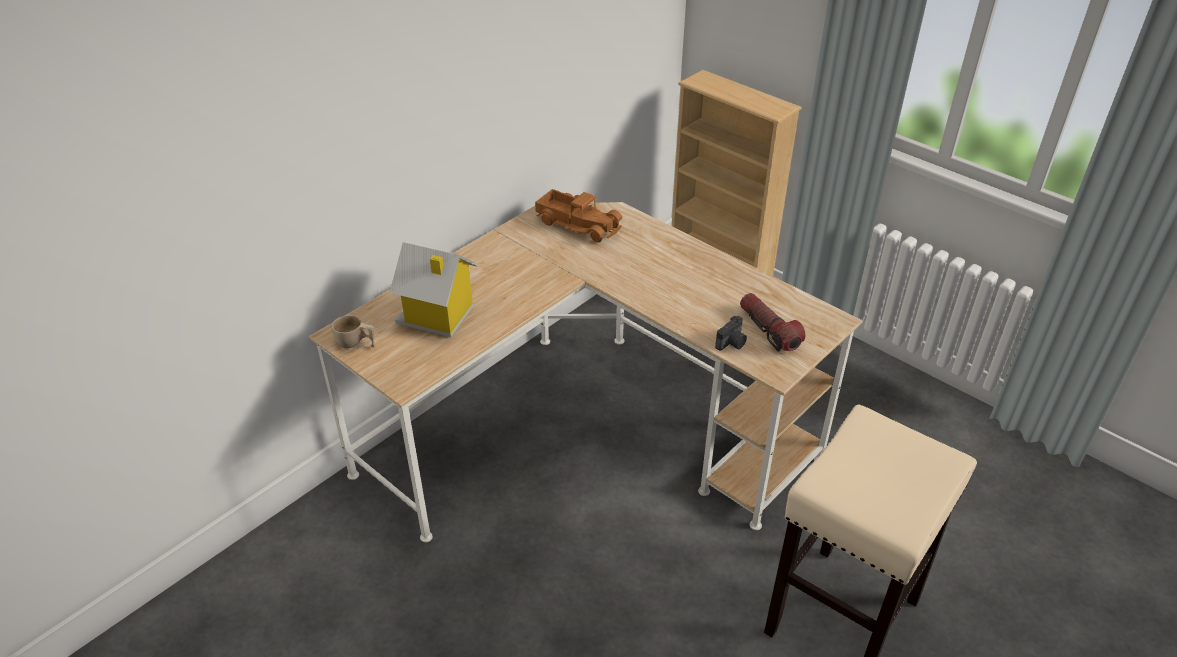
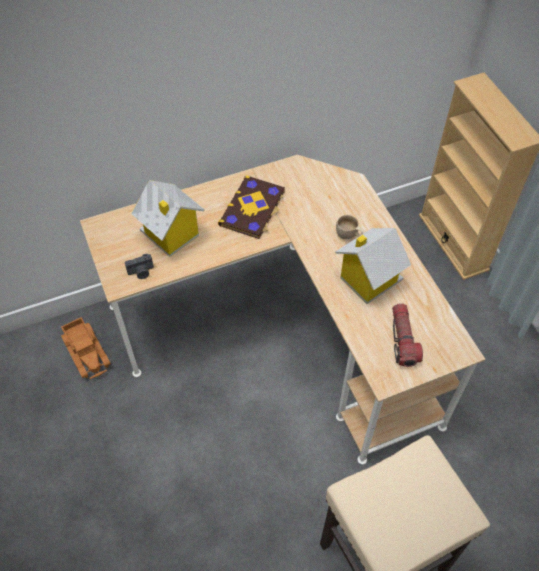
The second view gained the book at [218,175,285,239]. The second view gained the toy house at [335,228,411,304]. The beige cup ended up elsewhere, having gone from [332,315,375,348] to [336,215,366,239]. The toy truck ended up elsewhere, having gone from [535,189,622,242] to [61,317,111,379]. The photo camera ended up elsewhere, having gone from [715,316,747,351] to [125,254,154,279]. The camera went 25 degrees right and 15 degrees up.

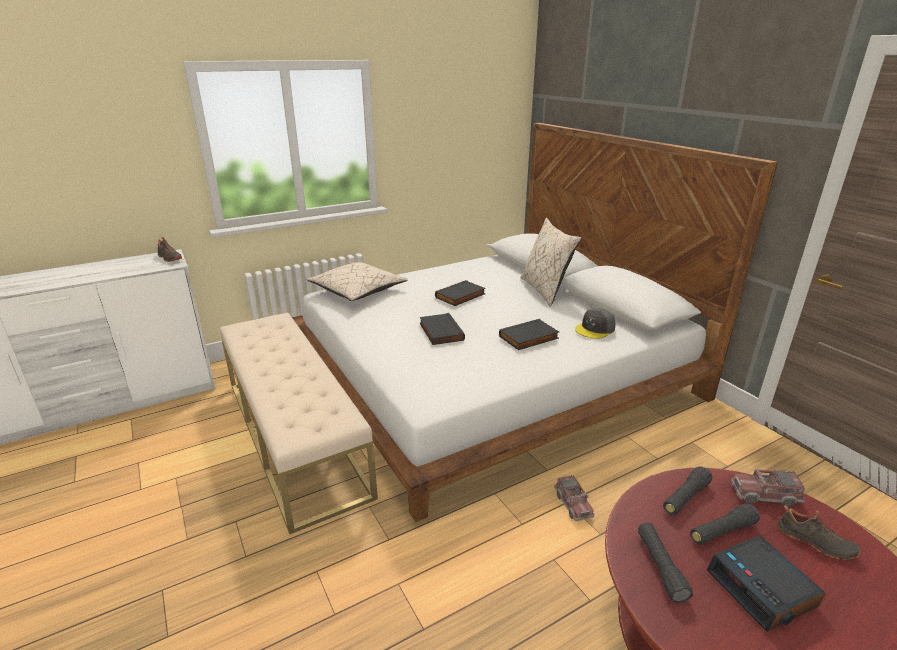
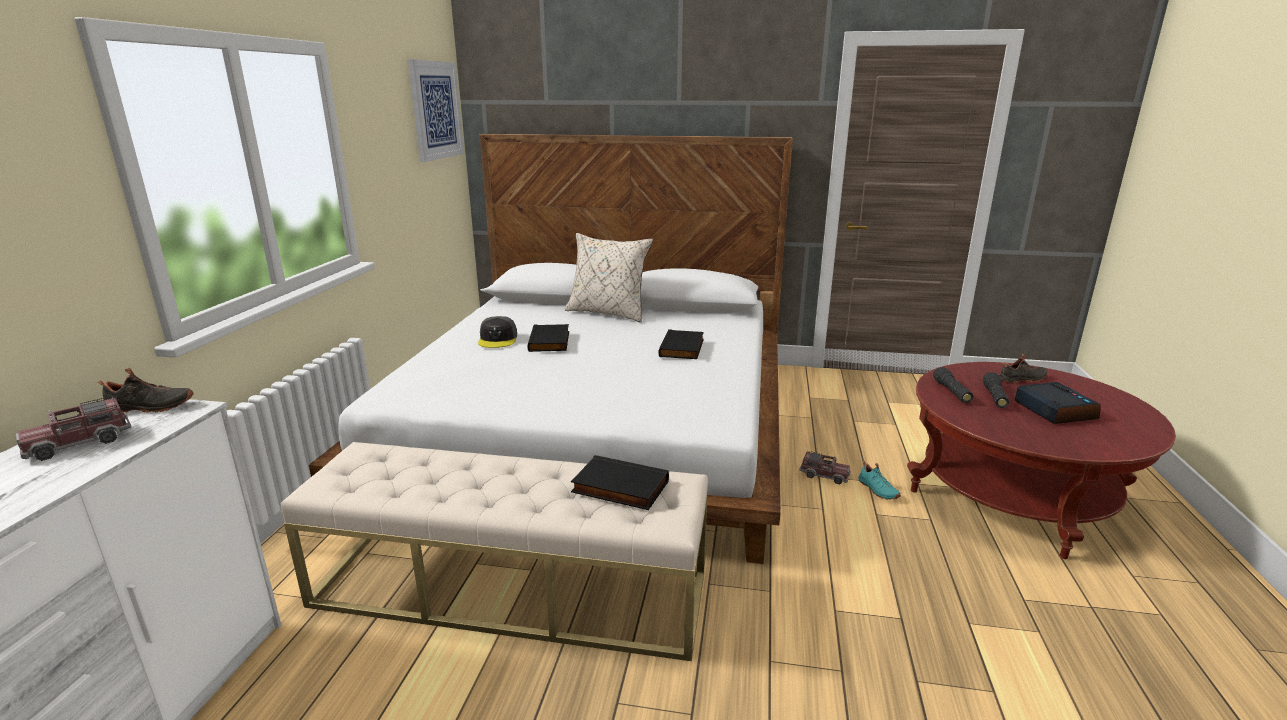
The second view lost the beige pillow at [306,262,408,301]. The second view lost the black flashlight at [638,522,693,603]. The second view gained the picture at [408,59,464,162]. The second view gained the turquoise shoe at [858,461,901,500]. The black book ended up elsewhere, having gone from [420,313,465,345] to [571,455,669,510]. The grey cap ended up elsewhere, having gone from [575,308,616,339] to [478,316,517,348]. The toy truck ended up elsewhere, having gone from [731,469,805,507] to [16,396,132,461]. The alarm clock at [707,536,826,632] ended up facing another way, 120 degrees counterclockwise from before. The camera went 50 degrees left and 5 degrees down.

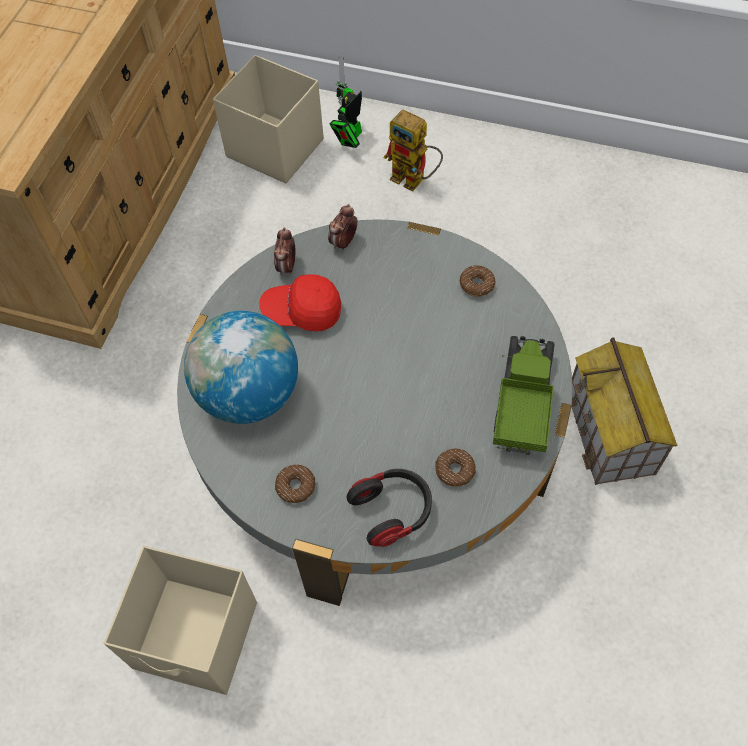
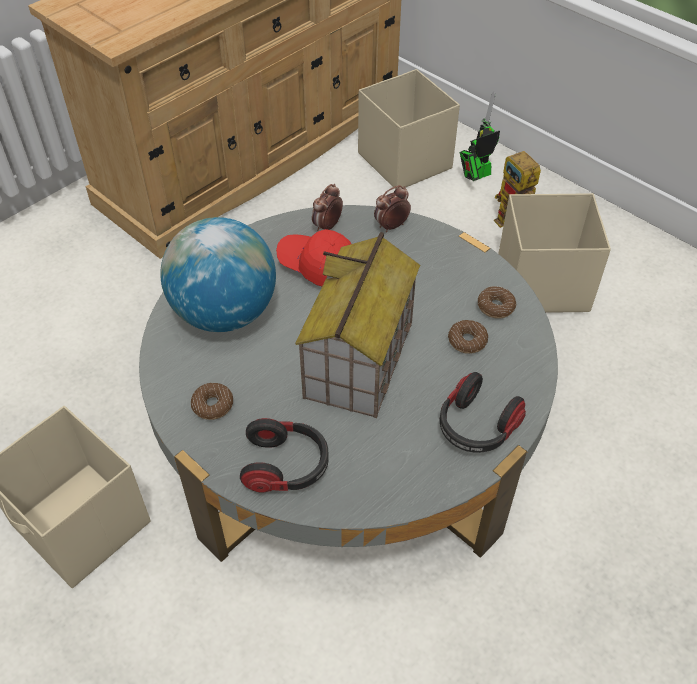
The second view gained the beige storage box at [498,193,611,313]. The donut ended up elsewhere, having gone from [435,449,476,487] to [448,320,488,354]. The toy house ended up elsewhere, having gone from [571,337,678,485] to [295,232,420,418]. Where the toy truck stood at [493,336,554,455], the headphones came to stand at [440,372,526,453]. The camera went 25 degrees right and 10 degrees down.

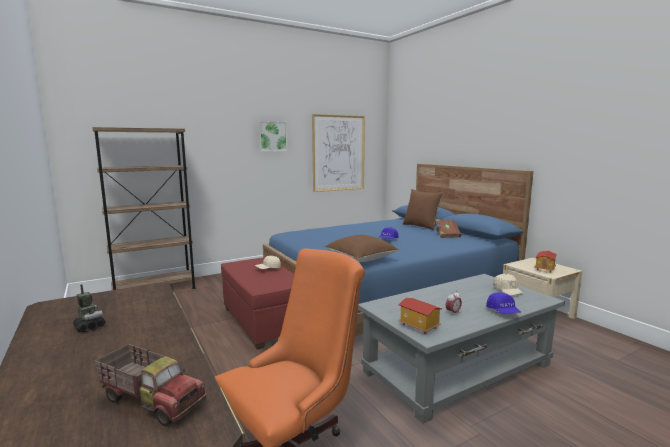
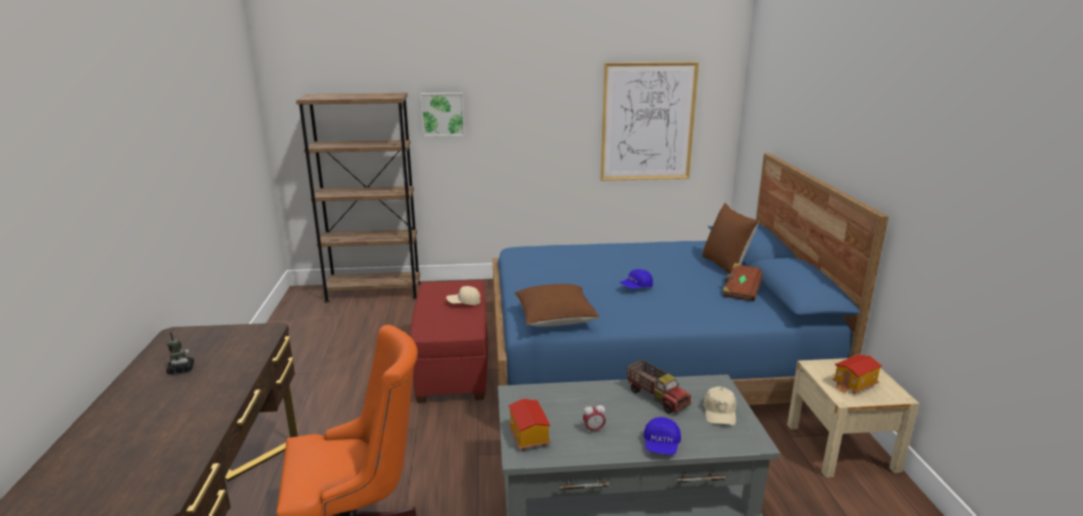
The toy truck ended up elsewhere, having gone from [95,344,206,426] to [627,360,691,414]. The picture ended up elsewhere, having gone from [258,121,287,151] to [420,93,465,136]. The camera went 25 degrees right and 10 degrees up.

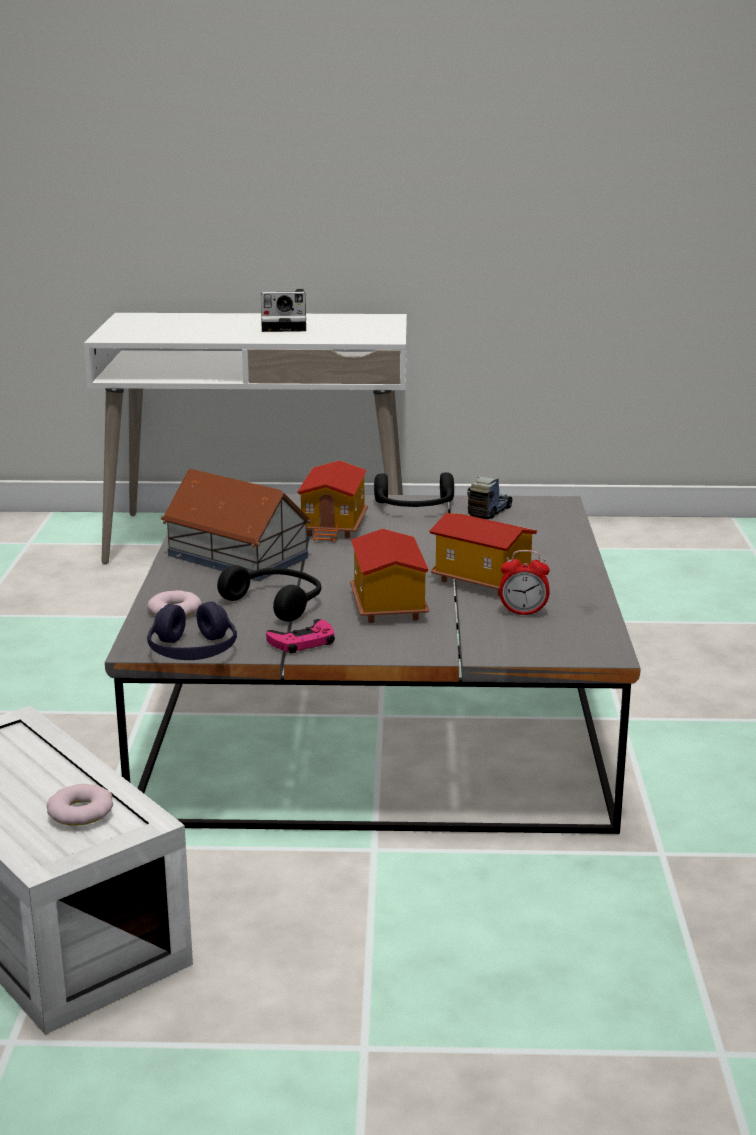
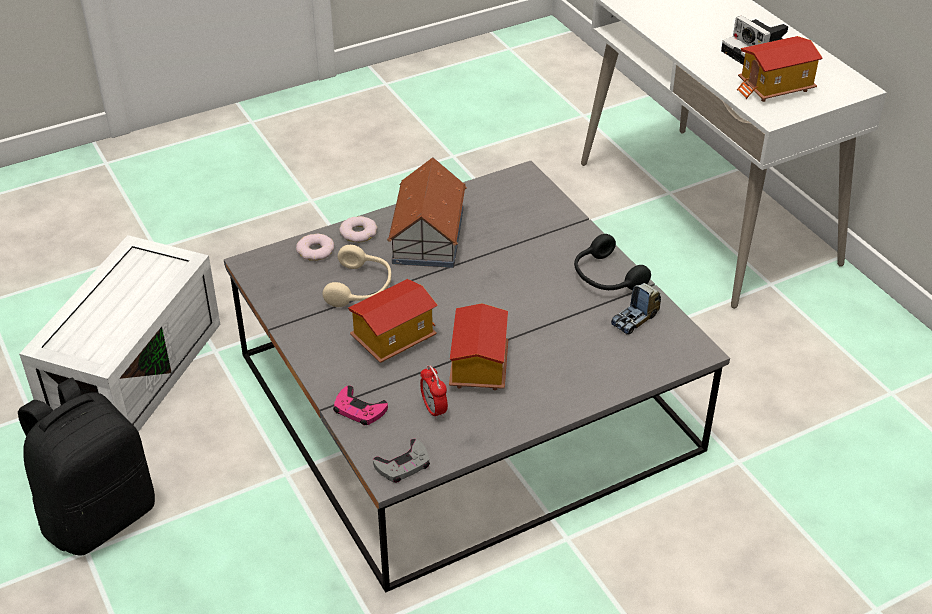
The second view lost the purple headphones at [147,601,237,660]. The second view gained the black backpack at [18,378,155,555]. The second view gained the grey game controller at [373,439,430,483]. The donut ended up elsewhere, having gone from [47,784,113,826] to [339,216,378,243]. The pink game controller ended up elsewhere, having gone from [266,619,335,653] to [333,385,388,425]. The toy house ended up elsewhere, having gone from [297,460,368,542] to [737,36,823,102]. What was the black headphones at [217,565,321,622] turned into the beige headphones at [323,245,391,307]. The toy truck at [468,475,512,519] ended up facing another way, 135 degrees clockwise from before. The camera went 60 degrees right and 20 degrees up.

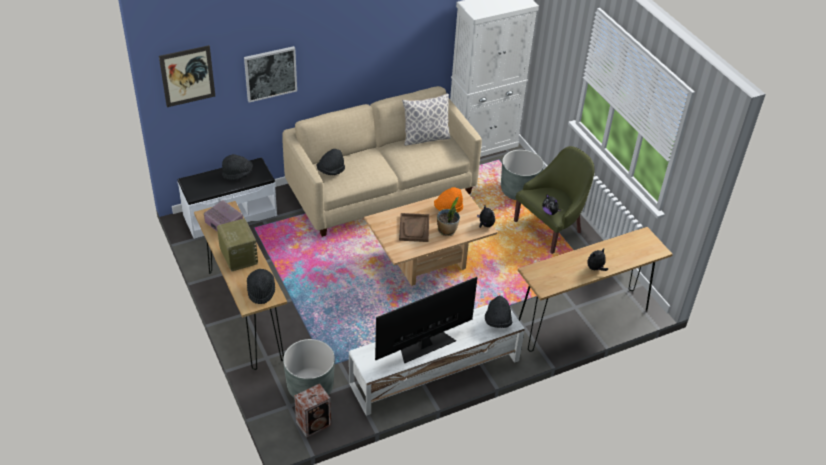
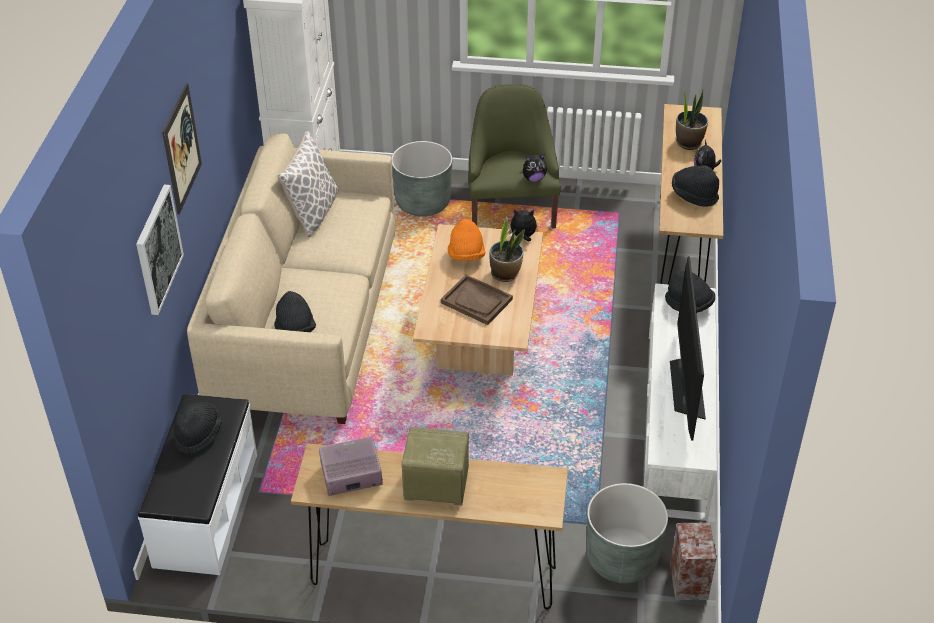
The second view gained the potted plant at [676,90,708,150]. The picture ended up elsewhere, having gone from [159,45,215,107] to [162,83,202,214]. The black hat ended up elsewhere, having gone from [247,269,275,304] to [672,165,719,207]. The camera went 55 degrees left and 0 degrees up.

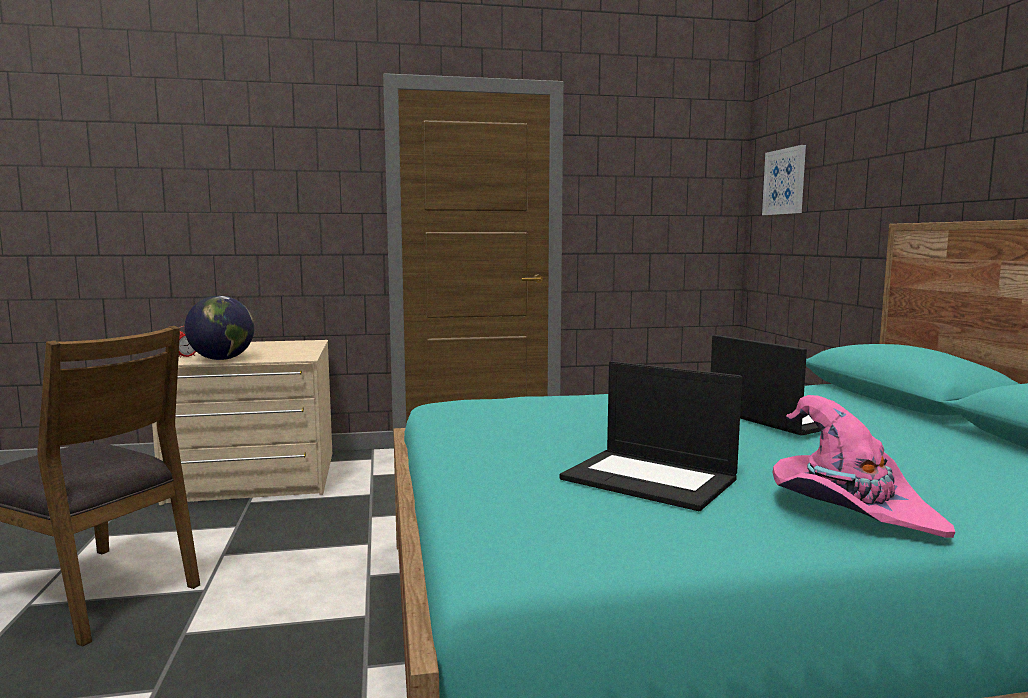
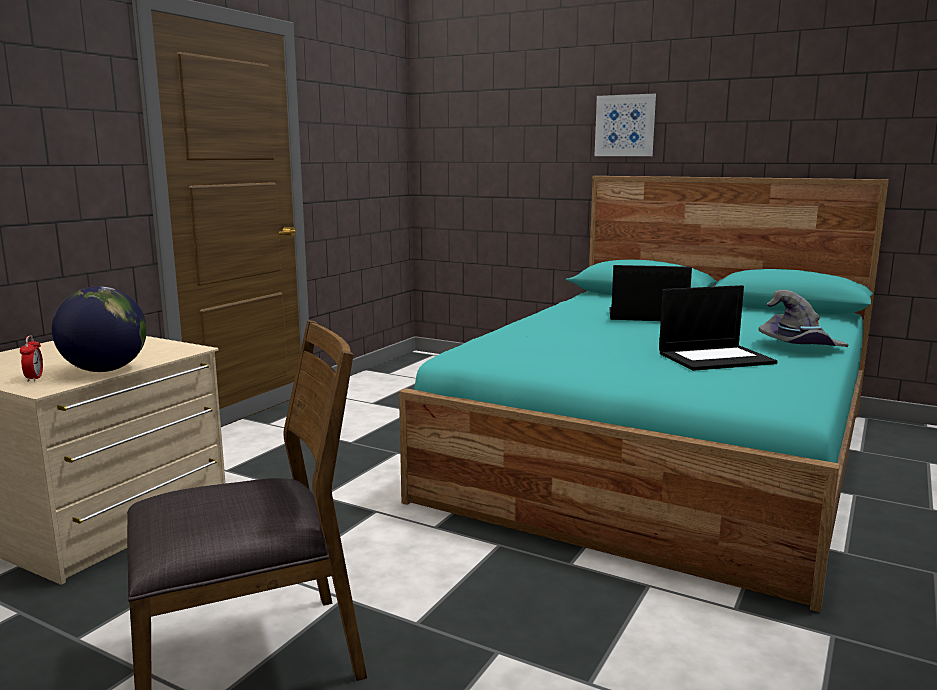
The picture ended up elsewhere, having gone from [762,145,806,215] to [595,94,656,156]. What was the pink hat at [773,395,955,538] turned into the grey hat at [758,290,849,347]. The camera went 50 degrees left and 5 degrees up.

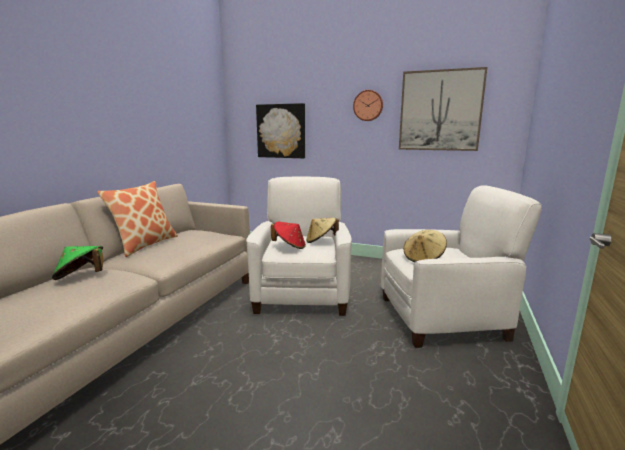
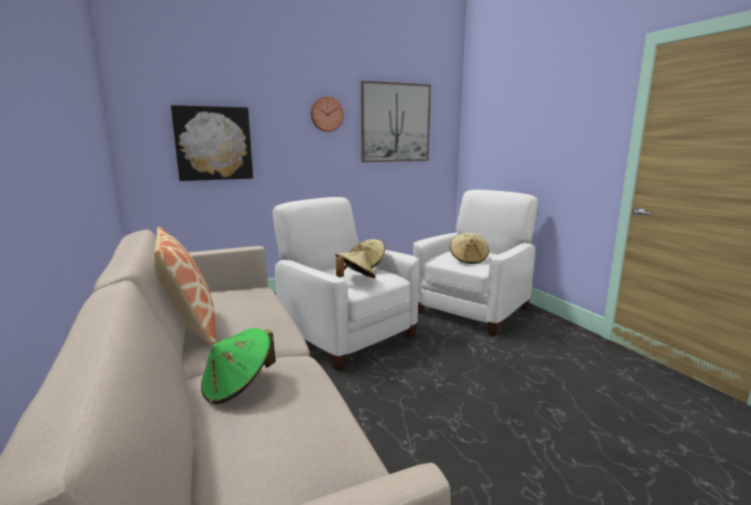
What was the red hat at [271,222,306,249] turned into the beige hat at [335,251,375,278]. The camera went 45 degrees left and 0 degrees up.

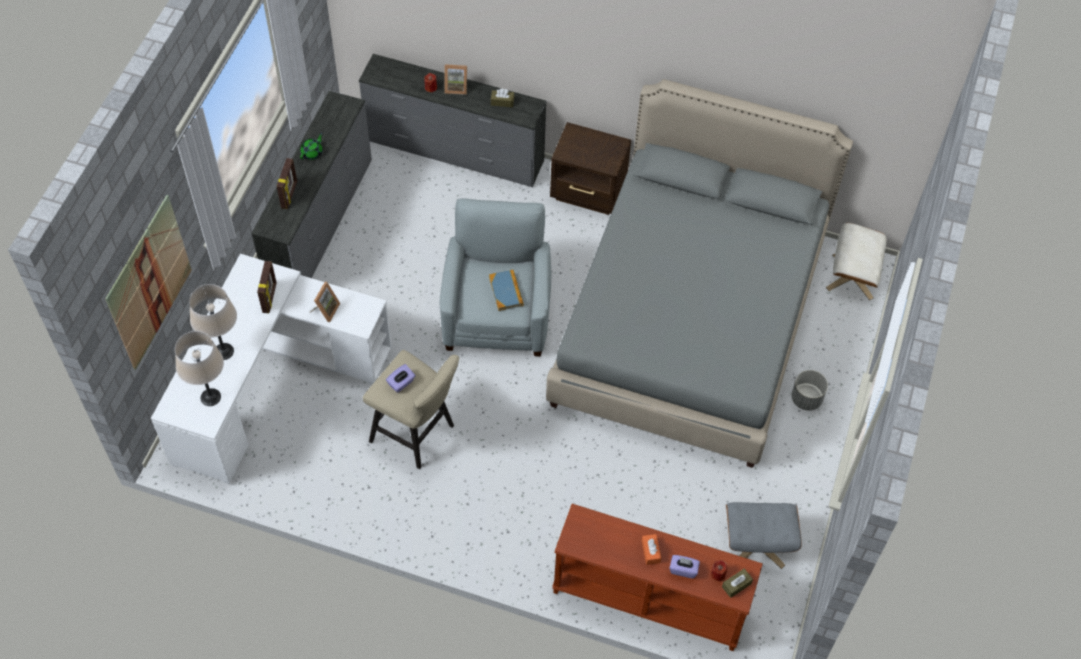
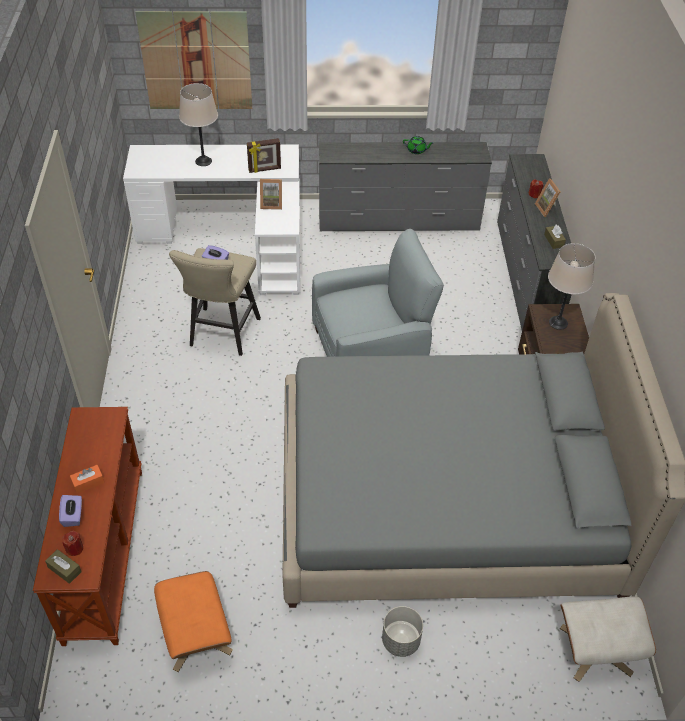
The second view lost the picture frame at [277,158,297,209]. The second view lost the book at [489,270,524,311]. The beige table lamp ended up elsewhere, having gone from [175,331,224,406] to [548,243,595,330]. What was the grey ottoman at [726,502,802,569] turned into the orange ottoman at [154,571,233,672]. The camera went 70 degrees right and 10 degrees down.

